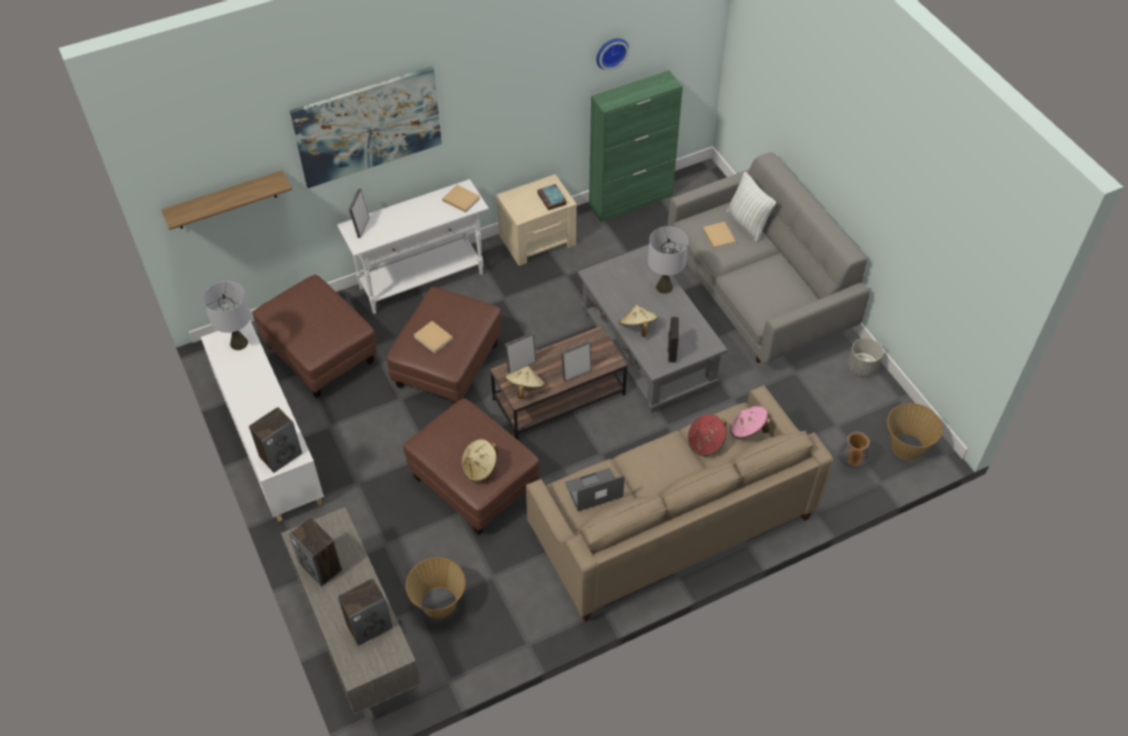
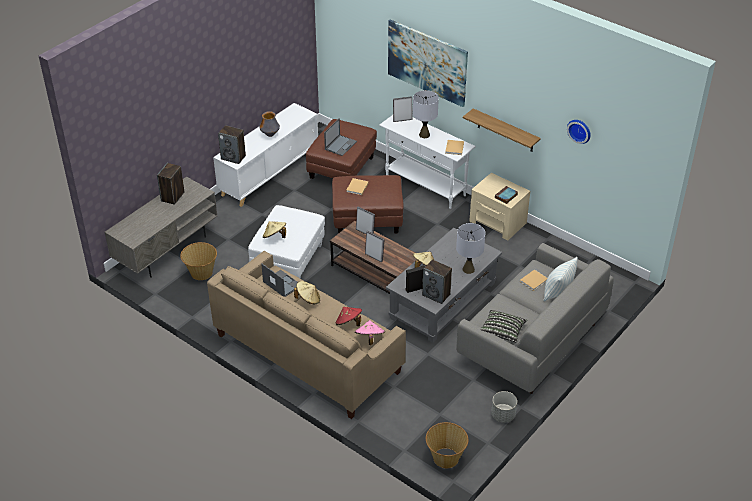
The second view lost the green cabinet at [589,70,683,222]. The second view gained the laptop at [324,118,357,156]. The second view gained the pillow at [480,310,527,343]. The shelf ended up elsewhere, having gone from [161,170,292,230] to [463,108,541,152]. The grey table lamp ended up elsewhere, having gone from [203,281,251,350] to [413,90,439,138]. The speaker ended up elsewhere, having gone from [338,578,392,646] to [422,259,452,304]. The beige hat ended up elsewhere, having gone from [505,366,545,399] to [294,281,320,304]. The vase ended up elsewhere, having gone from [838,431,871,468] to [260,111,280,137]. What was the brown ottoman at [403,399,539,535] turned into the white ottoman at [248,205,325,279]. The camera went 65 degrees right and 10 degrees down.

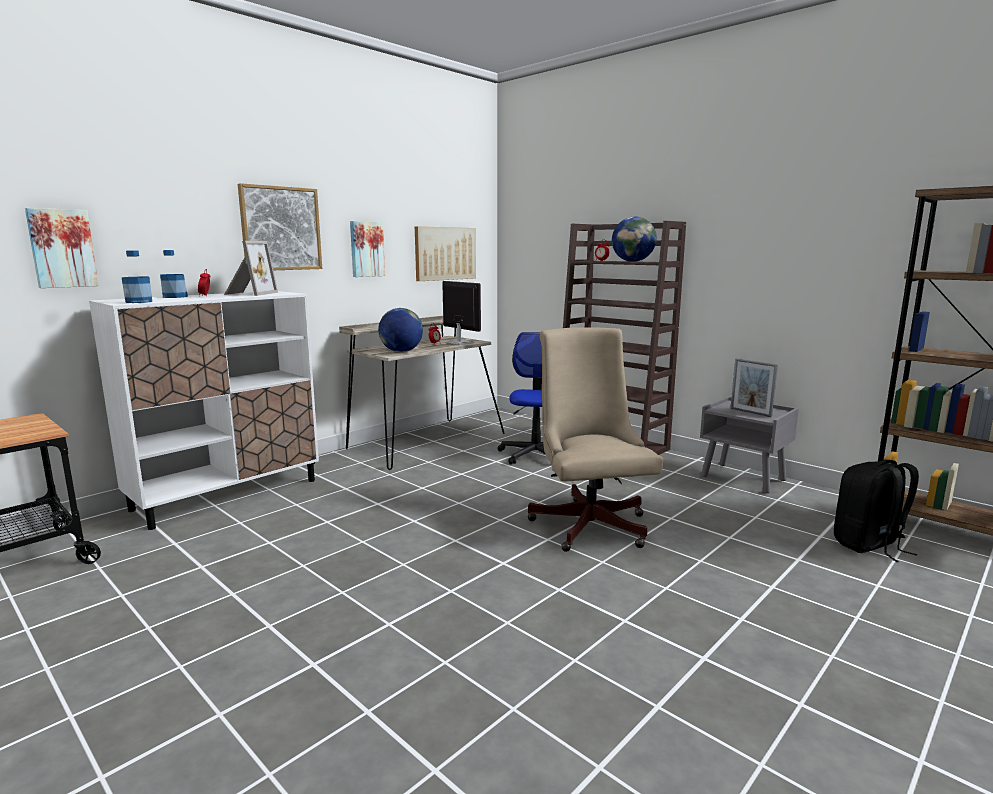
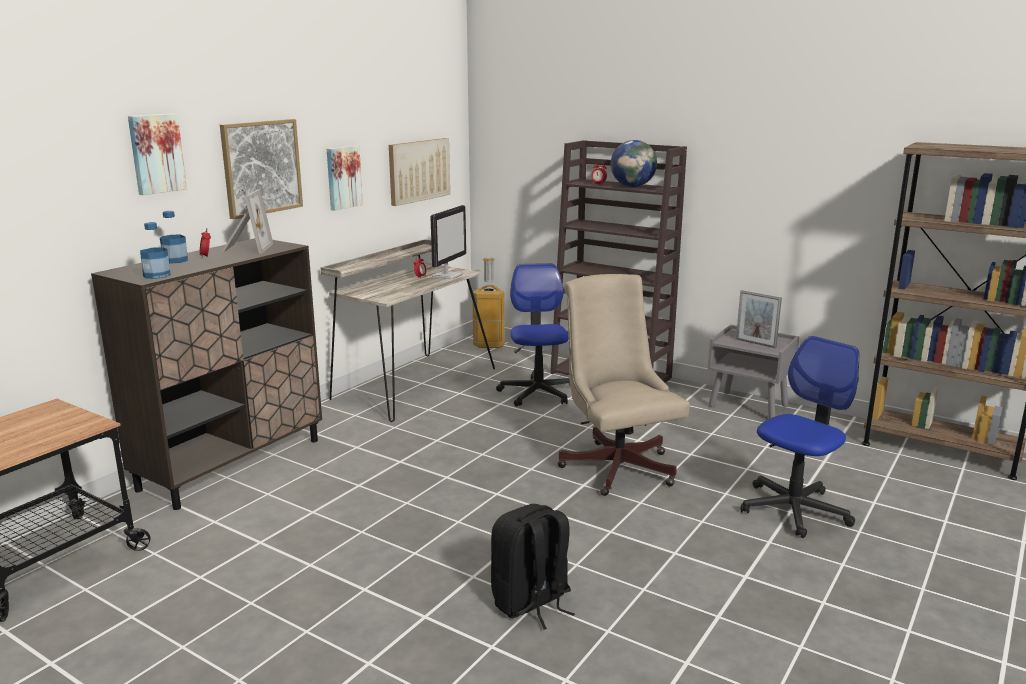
The second view lost the globe at [378,308,423,352]. The second view gained the trash can at [473,257,505,348]. The second view gained the office chair at [741,336,859,538]. The picture ended up elsewhere, having gone from [25,208,99,288] to [128,113,187,195]. The black backpack ended up elsewhere, having gone from [834,460,919,562] to [491,504,575,629]. What was the white cabinet at [89,291,319,530] turned into the brown cabinet at [91,238,322,510]. The monitor at [442,281,481,345] ended up facing another way, 75 degrees clockwise from before. The camera went 10 degrees left and 5 degrees up.

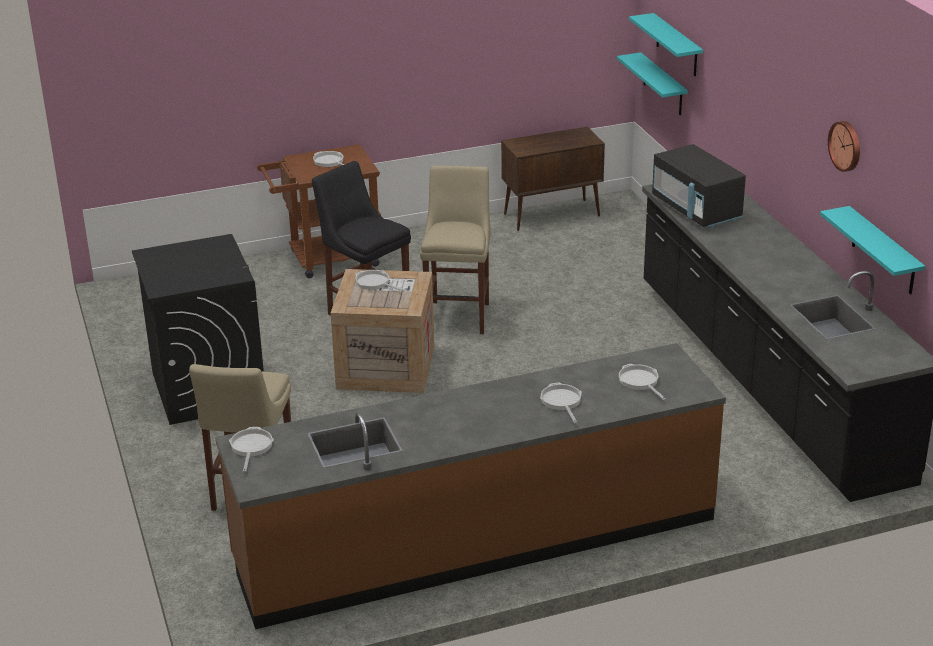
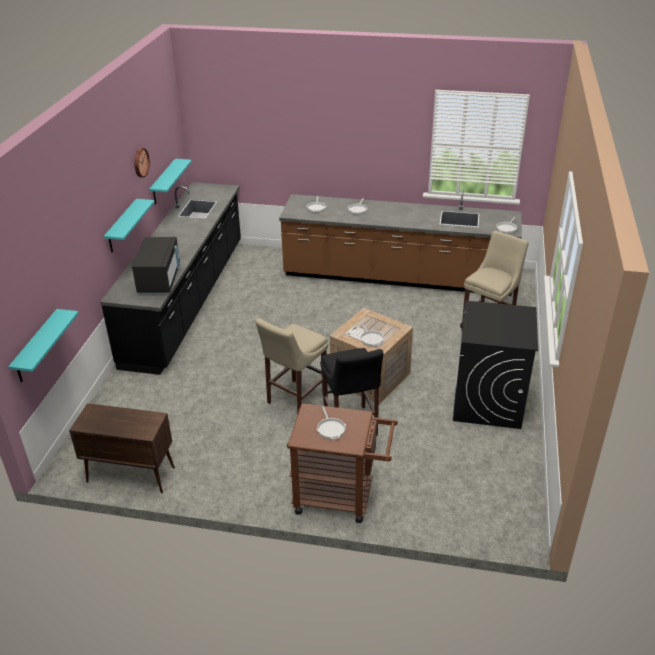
The turquoise shelf ended up elsewhere, having gone from [629,13,703,76] to [104,199,155,252]. The camera went 150 degrees left and 5 degrees up.

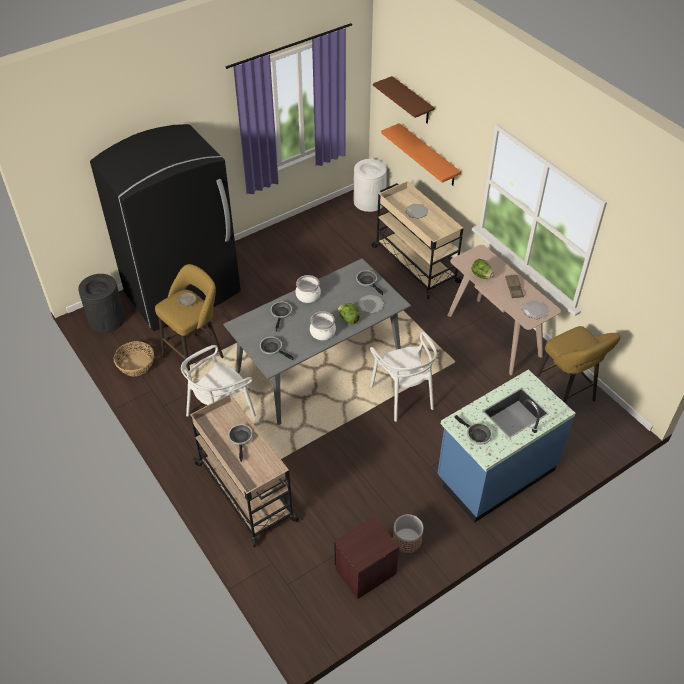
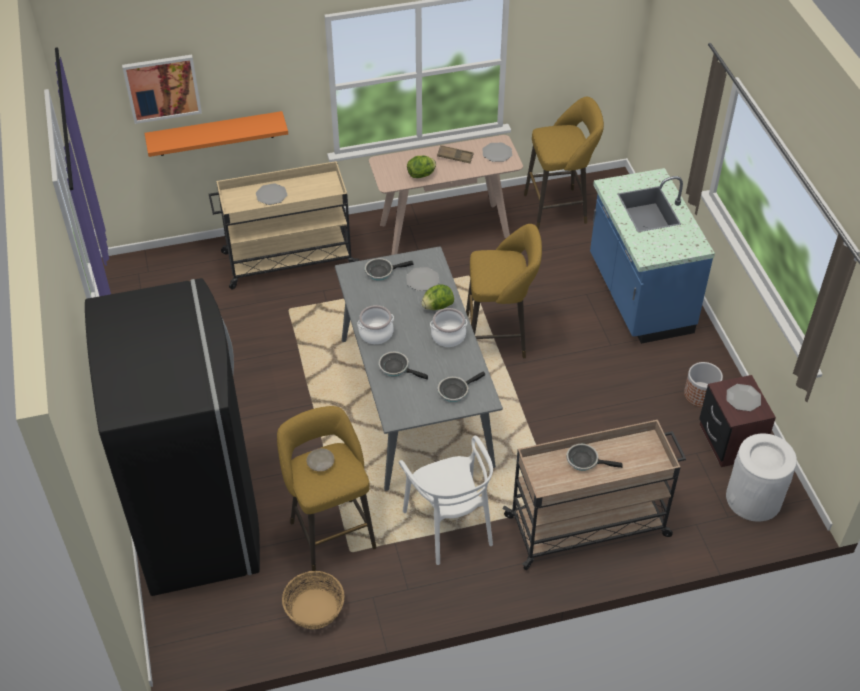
The second view lost the black trash can at [78,274,125,333]. The second view lost the frying pan at [454,415,492,445]. The second view gained the plate at [726,384,761,411]. The white trash can ended up elsewhere, having gone from [353,159,387,212] to [726,433,797,522]. Where the white chair stood at [370,332,437,422], the yellow stool came to stand at [466,224,542,358]. Where the brown shelf hung at [373,76,435,124], the picture came to hang at [122,55,202,124]. The camera went 70 degrees left and 0 degrees up.

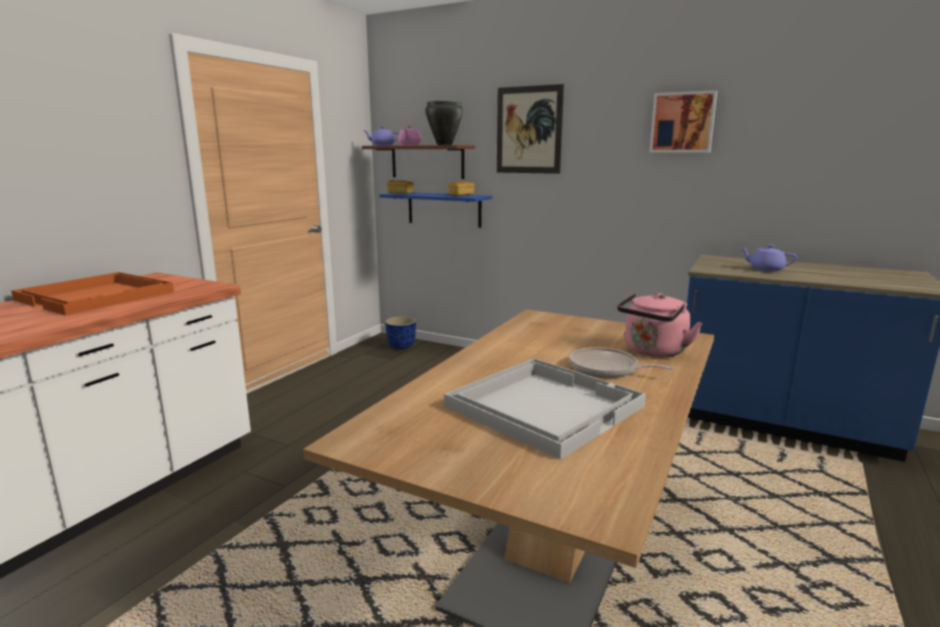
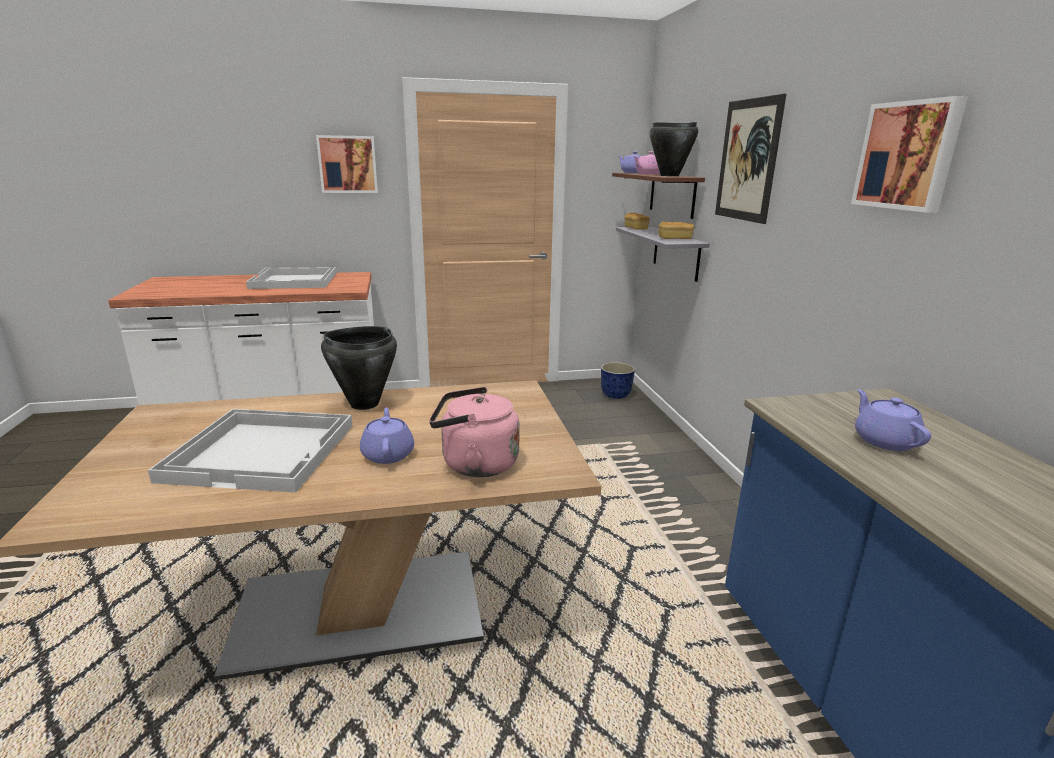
The second view gained the picture at [316,135,378,193]. The second view gained the black cooking pot at [321,326,397,410]. Where the frying pan stood at [569,347,675,378], the purple teapot came to stand at [360,407,414,464]. What was the orange tray at [11,272,174,315] turned into the white tray at [246,267,336,289]. What was the blue shelf at [379,193,492,228] turned into the grey shelf at [616,227,709,282]. The camera went 50 degrees right and 5 degrees up.

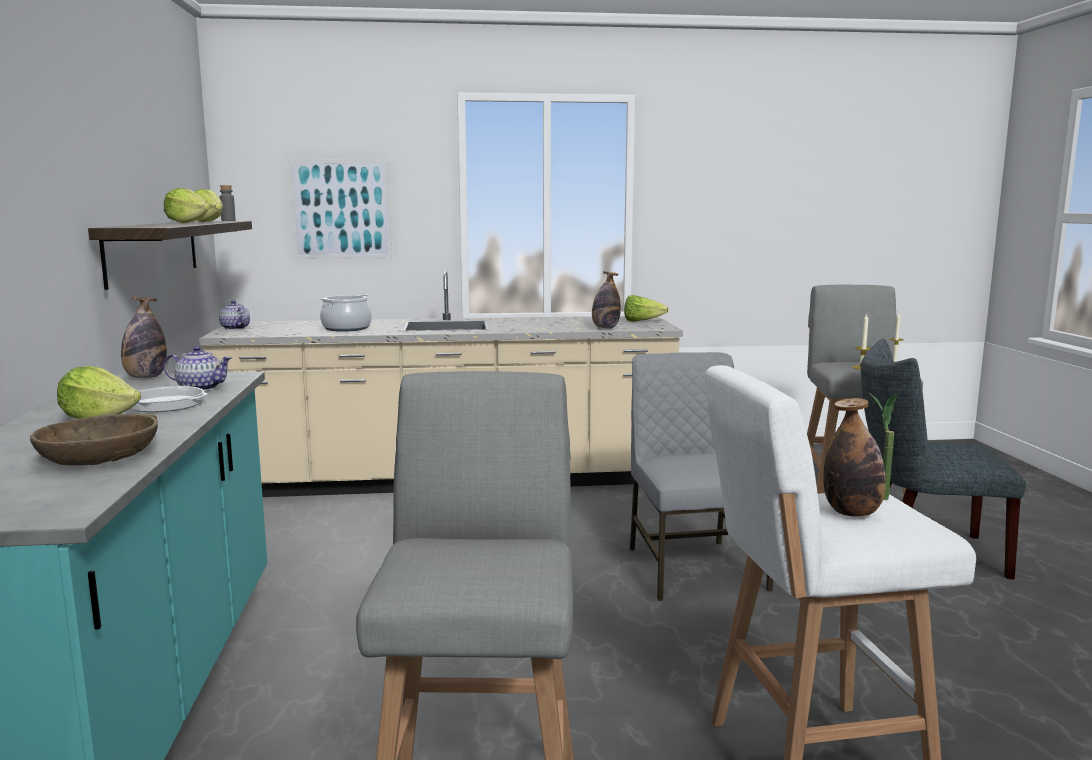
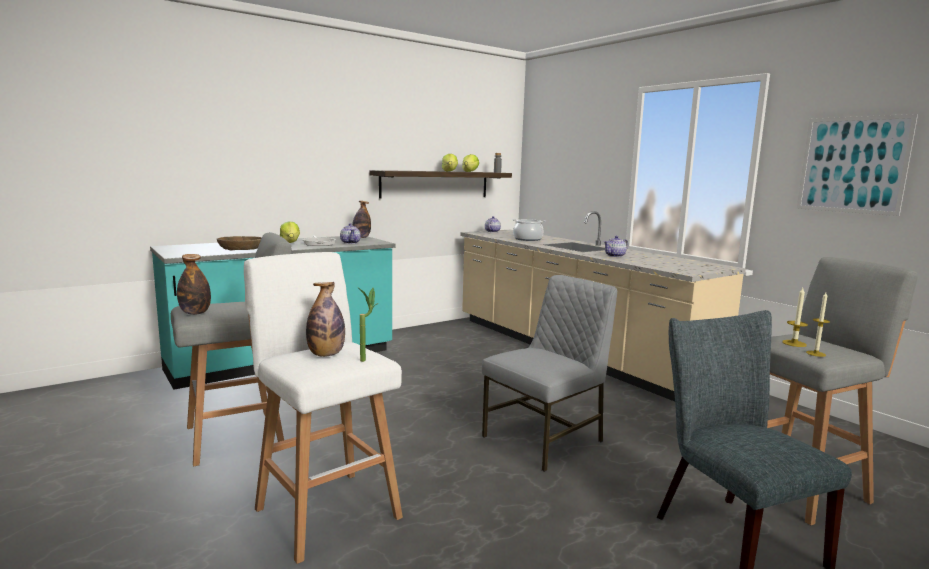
The second view lost the lettuce at [624,295,669,322]. The second view gained the teapot at [604,236,628,257]. The picture ended up elsewhere, having gone from [288,160,392,259] to [797,114,918,216]. The bottle ended up elsewhere, having gone from [592,271,621,328] to [177,254,211,315]. The camera went 60 degrees right and 0 degrees up.

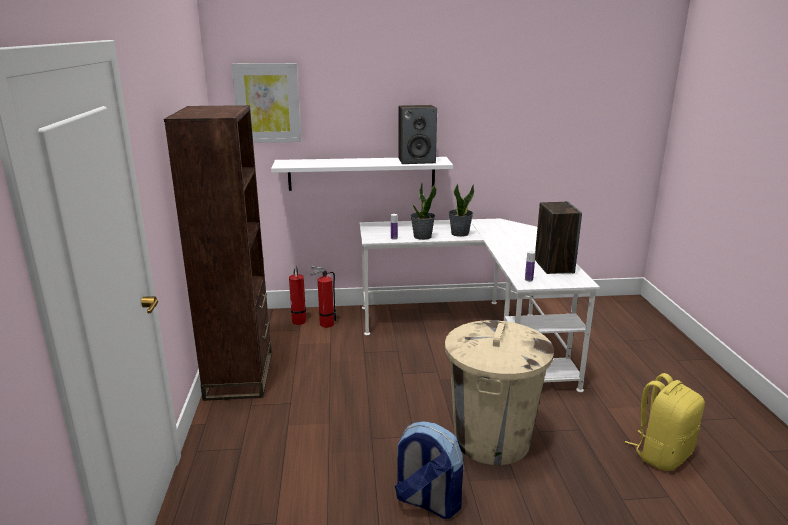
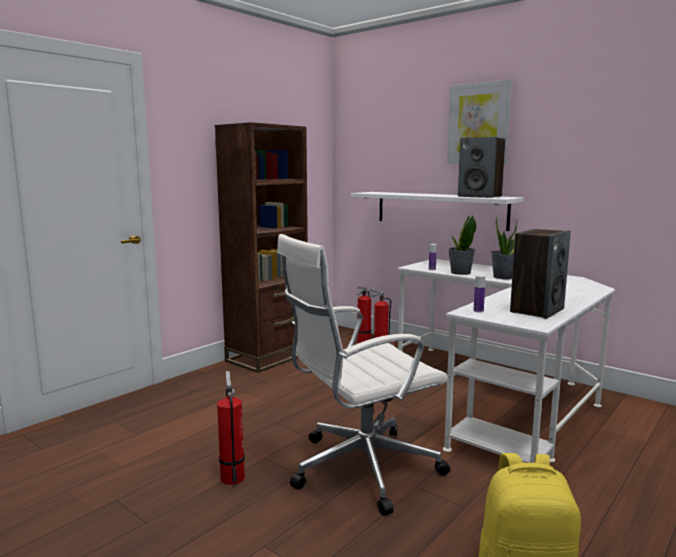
The picture ended up elsewhere, having gone from [232,63,301,143] to [447,79,512,164]. Where the backpack stood at [395,421,463,519], the fire extinguisher came to stand at [217,371,245,485]. Where the beige trash can stood at [445,320,554,465], the white office chair came to stand at [277,234,450,515]. The camera went 45 degrees right and 10 degrees down.

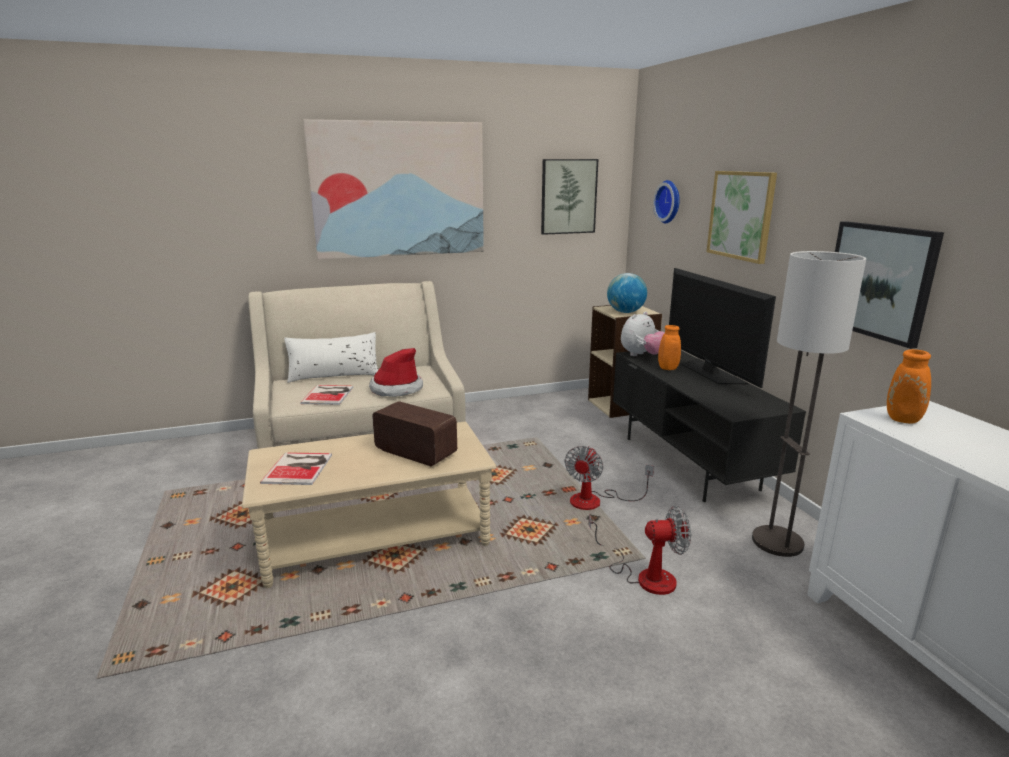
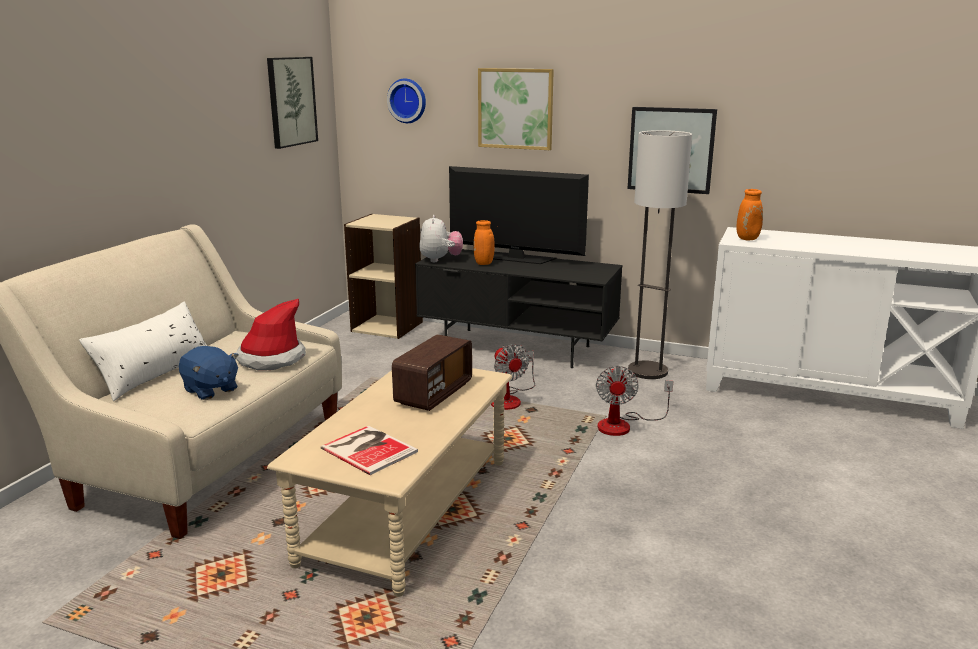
The second view lost the picture at [303,119,484,259]. The second view lost the globe at [607,273,647,313]. Where the book stood at [300,385,353,405], the blue plush toy came to stand at [179,346,238,400]. The radio at [372,401,457,466] ended up facing another way, 135 degrees clockwise from before. The fan at [589,506,691,595] ended up facing another way, 150 degrees clockwise from before. The camera went 50 degrees left and 0 degrees up.

